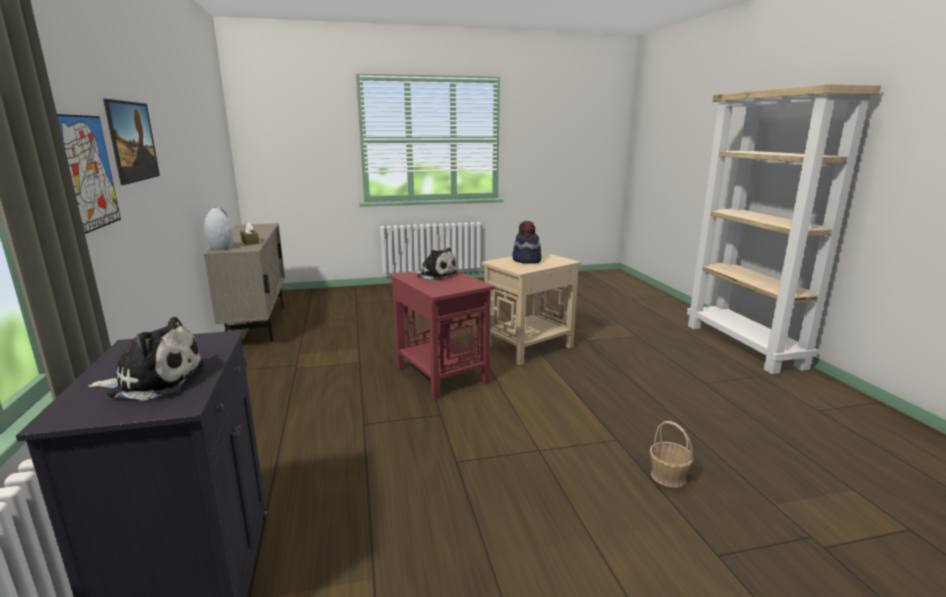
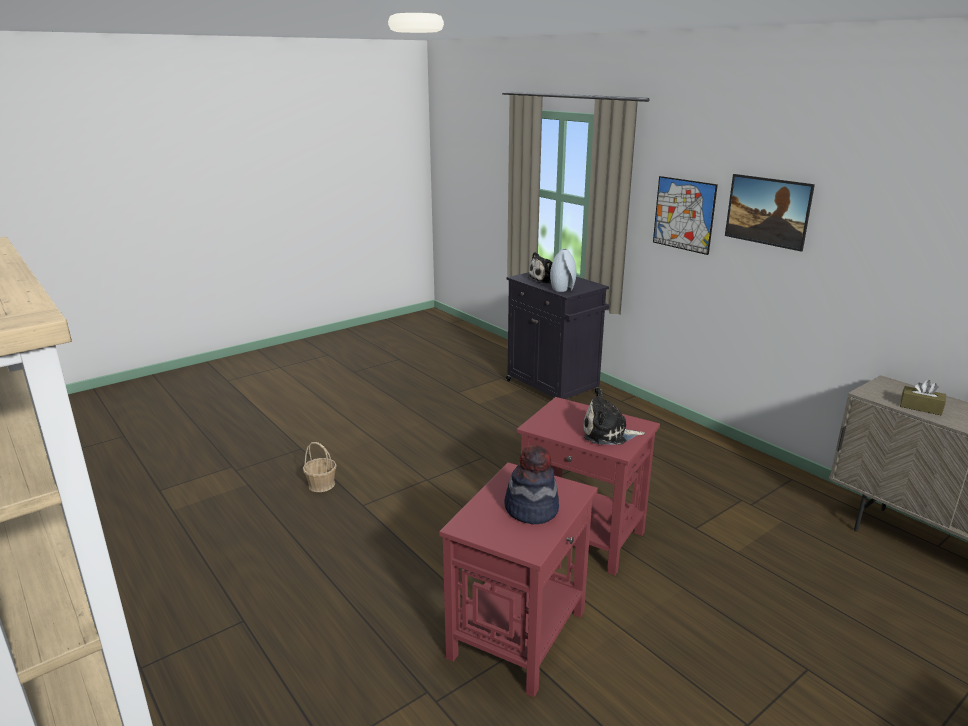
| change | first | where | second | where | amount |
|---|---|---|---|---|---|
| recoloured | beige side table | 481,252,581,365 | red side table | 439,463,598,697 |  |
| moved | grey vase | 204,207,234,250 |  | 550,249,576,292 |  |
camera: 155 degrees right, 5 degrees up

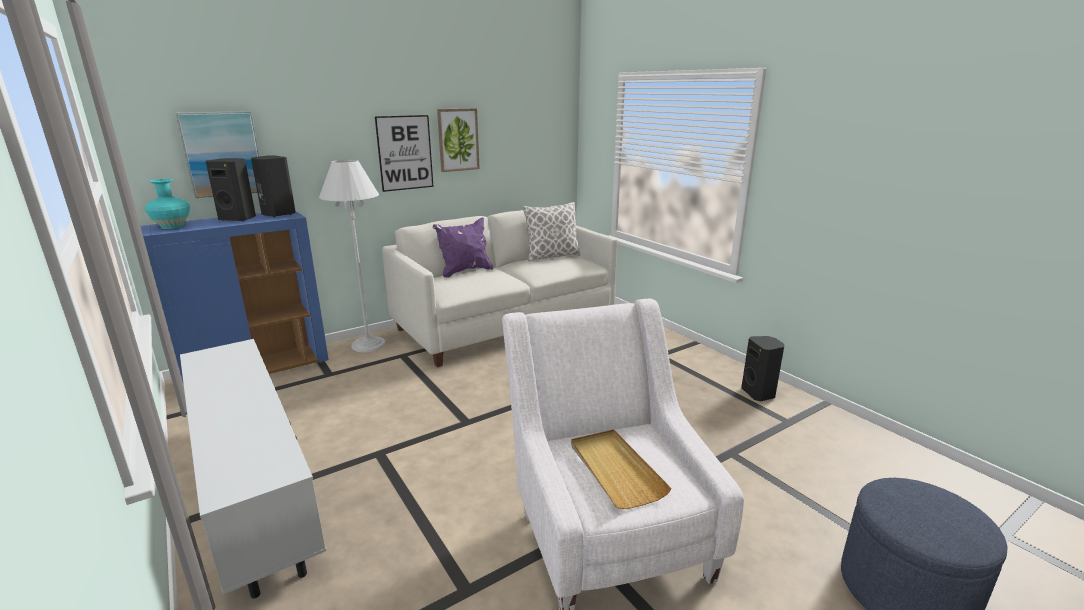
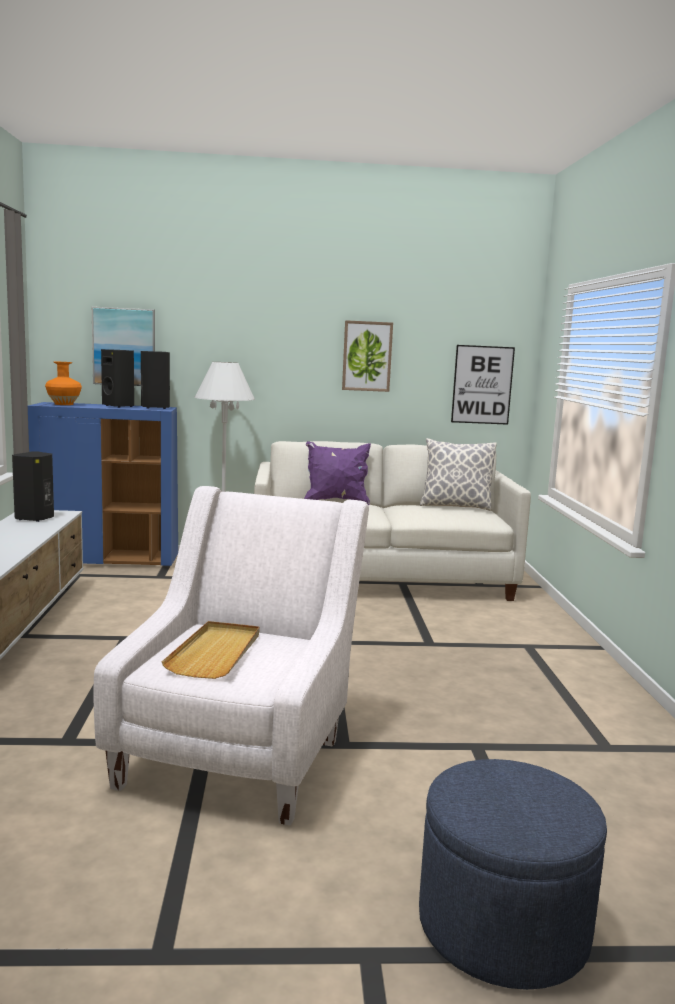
| change | first | where | second | where | amount |
|---|---|---|---|---|---|
| moved | black speaker | 741,336,784,401 |  | 12,452,54,522 |  |
| recoloured | turquoise vase | 145,179,190,229 | orange vase | 45,362,82,405 |  |
| moved | picture | 375,115,434,192 |  | 451,345,515,425 |  |
camera: 30 degrees right, 10 degrees down

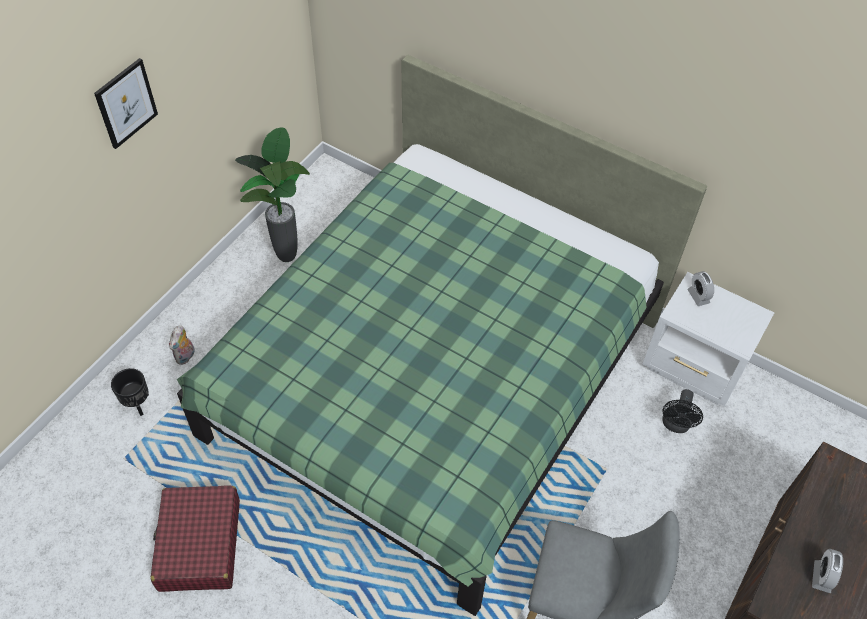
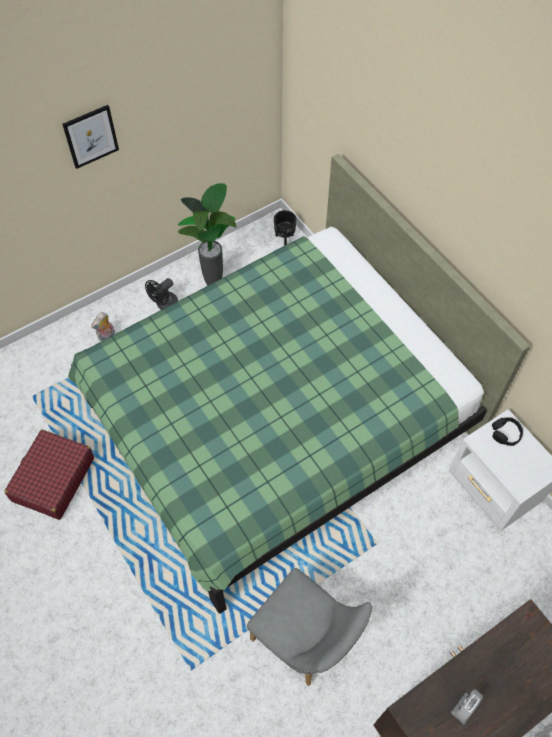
| change | first | where | second | where | amount |
|---|---|---|---|---|---|
| moved | black fan | 662,389,703,433 |  | 145,278,178,310 |  |
| moved | black planter | 111,368,149,416 |  | 274,210,297,246 |  |
| replaced | alarm clock | 687,271,714,306 | black headphones | 492,417,523,446 |  |
camera: 25 degrees right, 5 degrees up

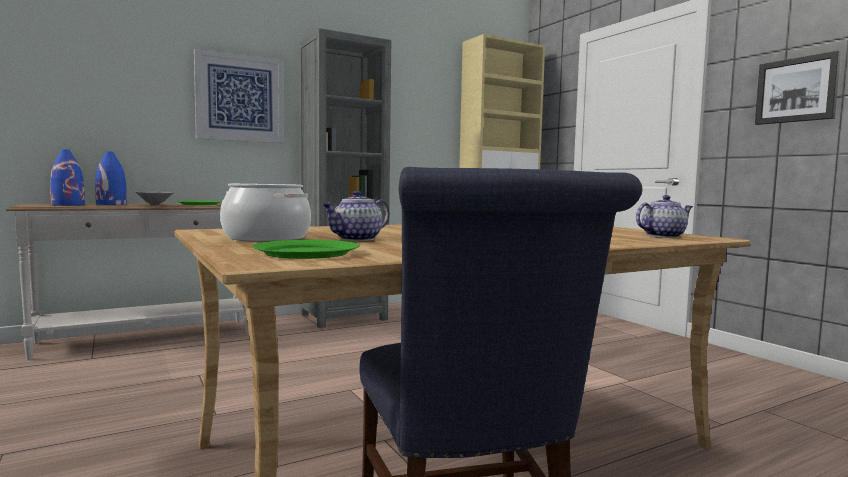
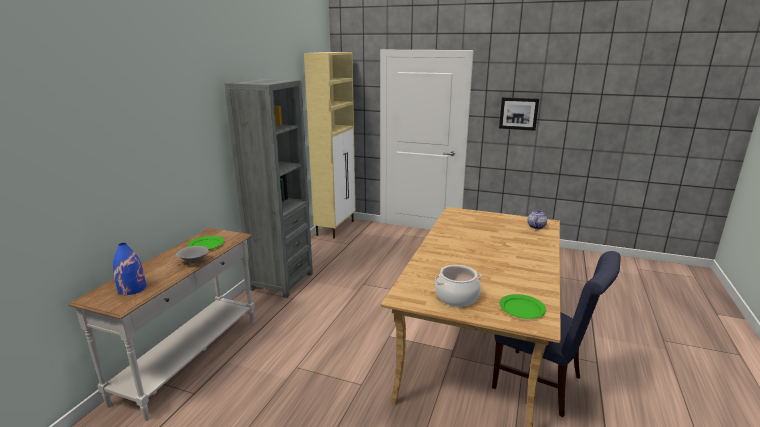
| change | first | where | second | where | amount |
|---|---|---|---|---|---|
| removed | blue vase | 95,151,127,205 |  |  |  |
| removed | picture | 194,48,284,143 |  |  |  |
| removed | teapot | 322,190,389,241 |  |  |  |
camera: 40 degrees left, 15 degrees up

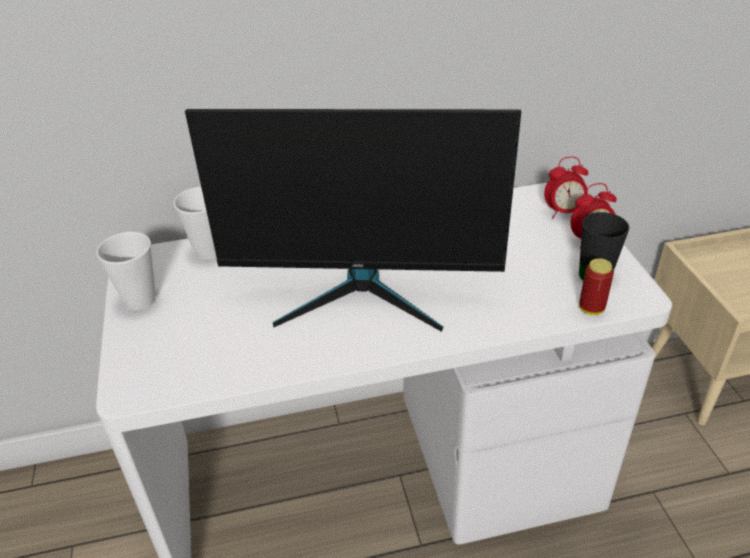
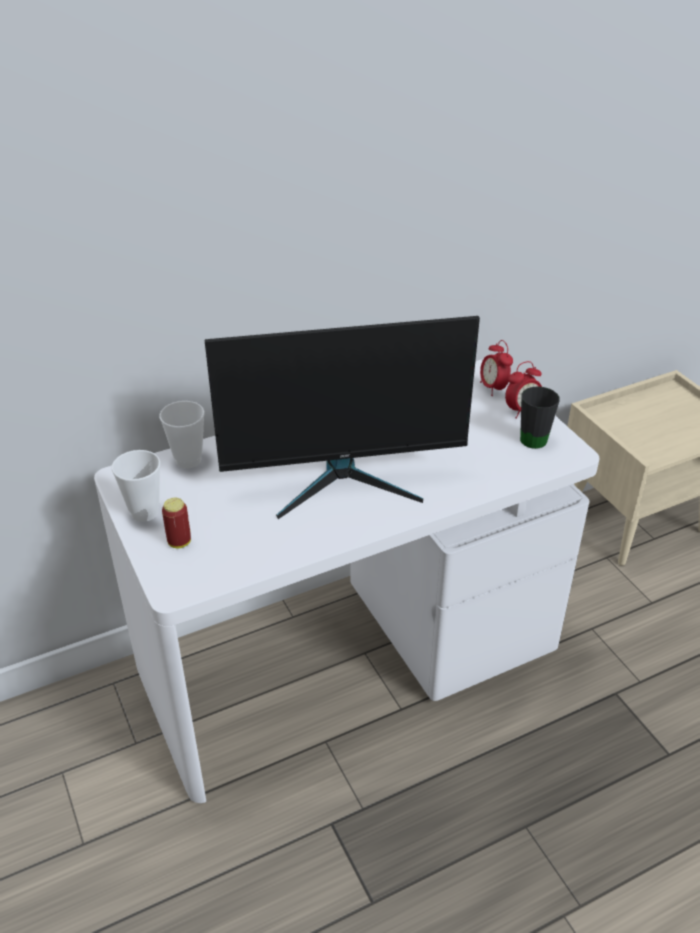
| change | first | where | second | where | amount |
|---|---|---|---|---|---|
| moved | can | 579,258,614,315 |  | 162,498,191,548 |  |
| turned | alarm clock | 544,157,588,218 |  | 480,340,513,396 | 90 degrees clockwise |
camera: 15 degrees left, 0 degrees up

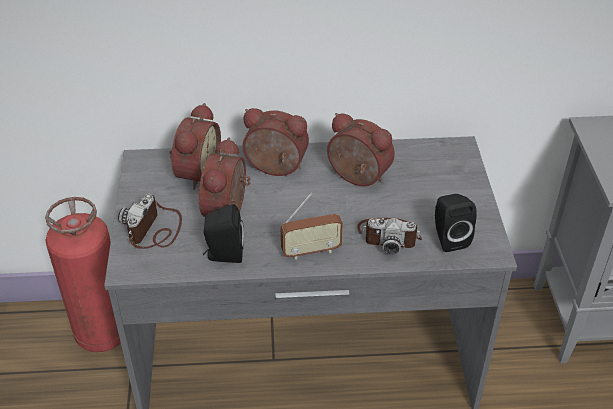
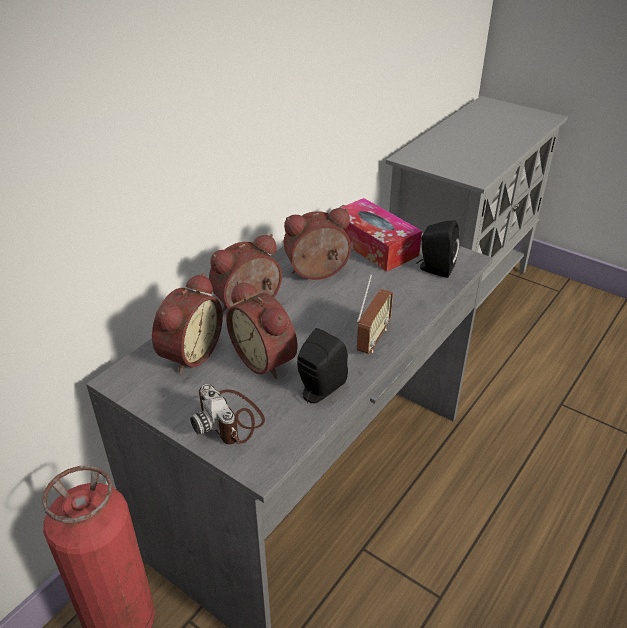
| change | first | where | second | where | amount |
|---|---|---|---|---|---|
| turned | alarm clock | 169,103,221,190 |  | 152,273,223,374 | 60 degrees clockwise |
| added |  |  | tissue box | 340,198,422,272 |  |
| removed | photo camera | 357,218,422,254 |  |  |  |
camera: 50 degrees left, 5 degrees down

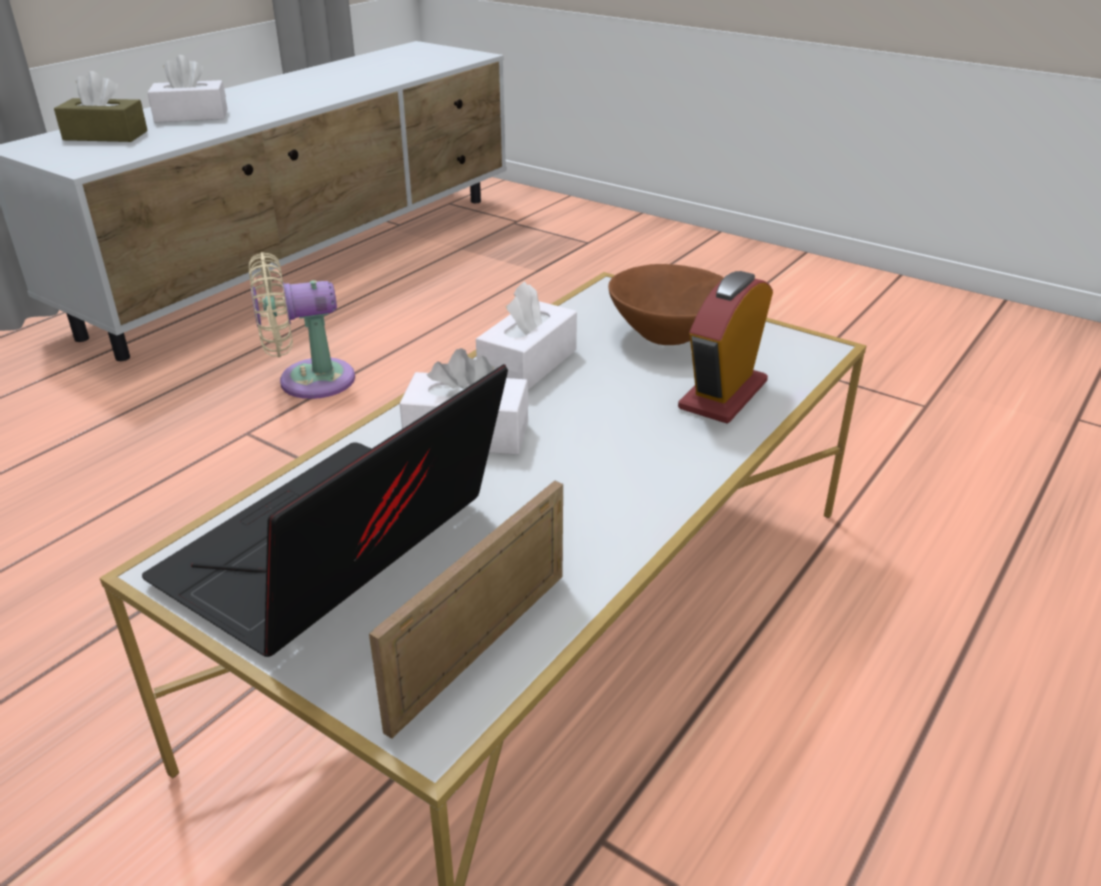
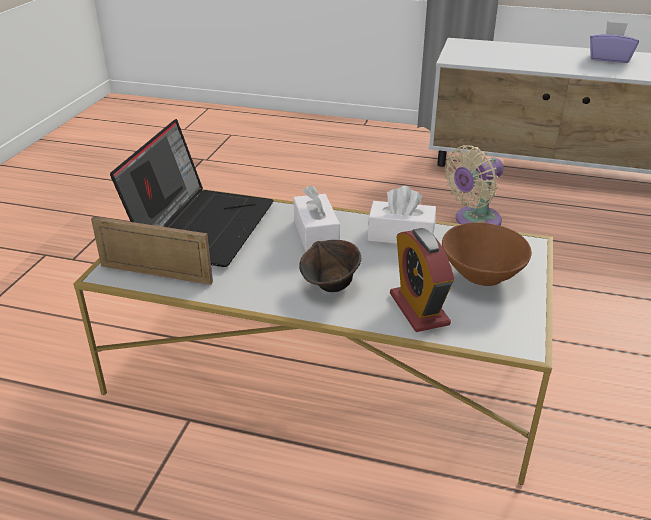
| change | first | where | second | where | amount |
|---|---|---|---|---|---|
| turned | laptop | 142,364,508,657 |  | 110,119,274,267 | 90 degrees clockwise |
| added |  |  | brown bowl | 299,240,361,292 |  |
| turned | alarm clock | 678,271,773,423 |  | 390,228,454,332 | 120 degrees counterclockwise |
| turned | beige fan | 249,252,355,399 |  | 445,145,504,226 | 90 degrees counterclockwise |
| added |  |  | purple tissue box | 590,21,639,63 |  |
| removed | brown tissue box | 54,71,148,142 |  |  |  |
| removed | white tissue box | 147,55,228,123 |  |  |  |
camera: 70 degrees right, 0 degrees up

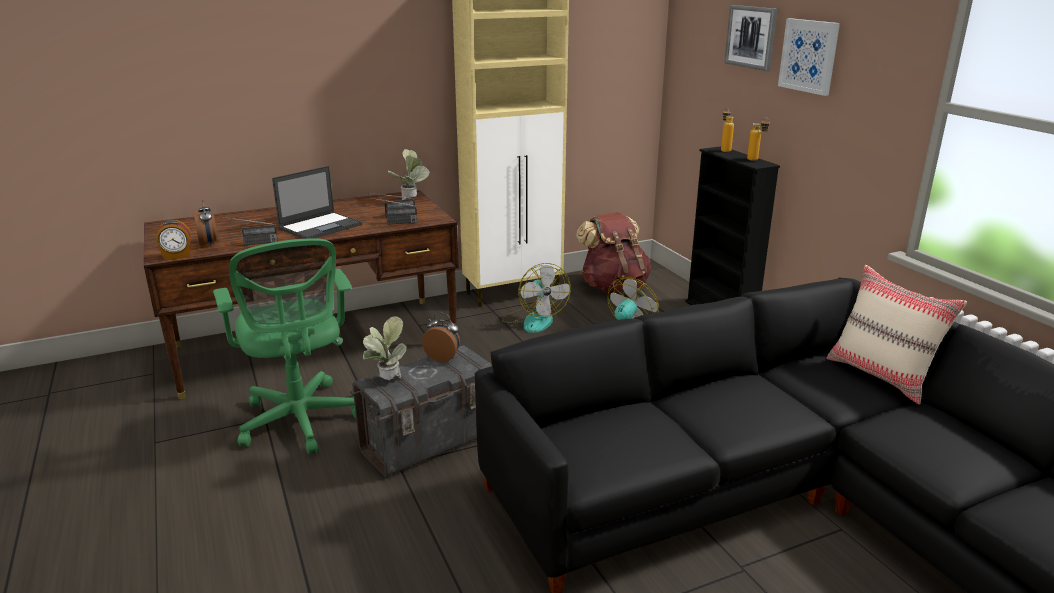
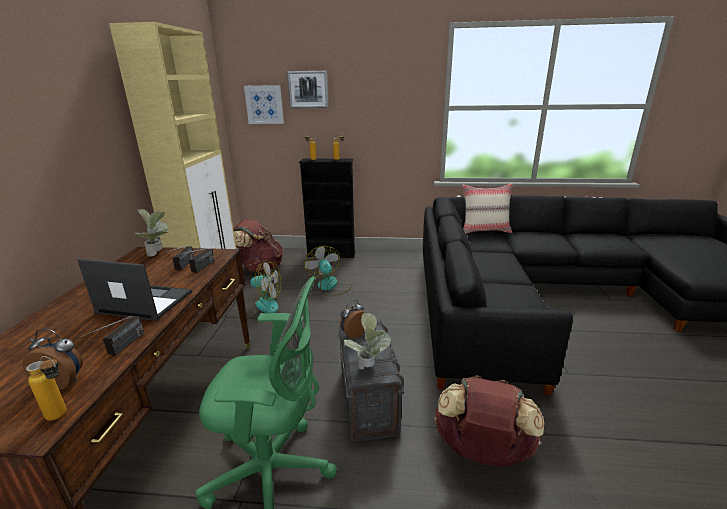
| change | first | where | second | where | amount |
|---|---|---|---|---|---|
| replaced | alarm clock | 156,220,191,260 | bottle | 26,356,67,421 |  |
| turned | laptop | 272,166,362,239 |  | 77,259,192,321 | 60 degrees counterclockwise |
| moved | picture | 778,18,840,96 |  | 244,85,284,124 |  |
| added |  |  | brown backpack | 434,375,544,467 |  |
camera: 60 degrees left, 0 degrees up

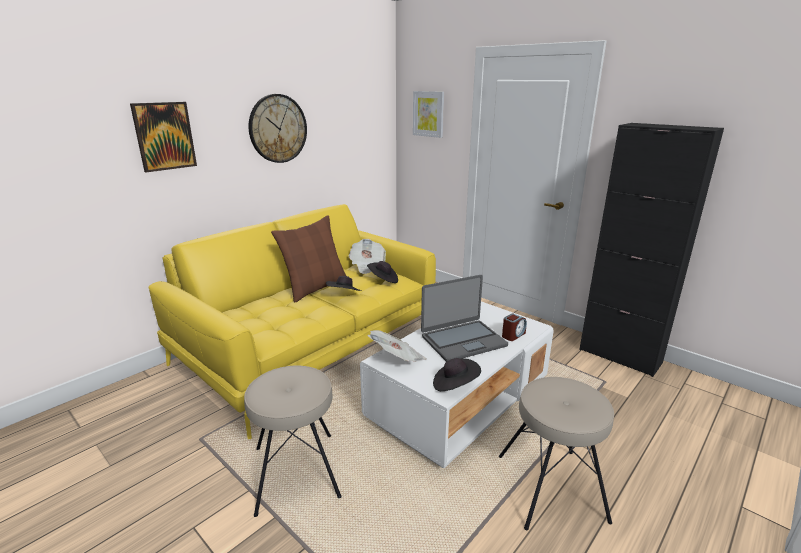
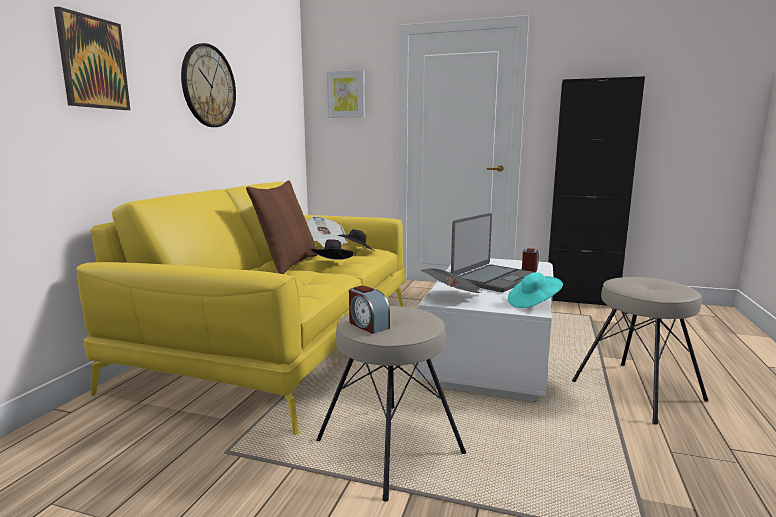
| change | first | where | second | where | amount |
|---|---|---|---|---|---|
| added |  |  | alarm clock | 349,285,390,334 |  |
| recoloured | black hat | 433,358,481,391 | turquoise hat | 508,273,563,308 |  |
camera: 25 degrees left, 10 degrees down

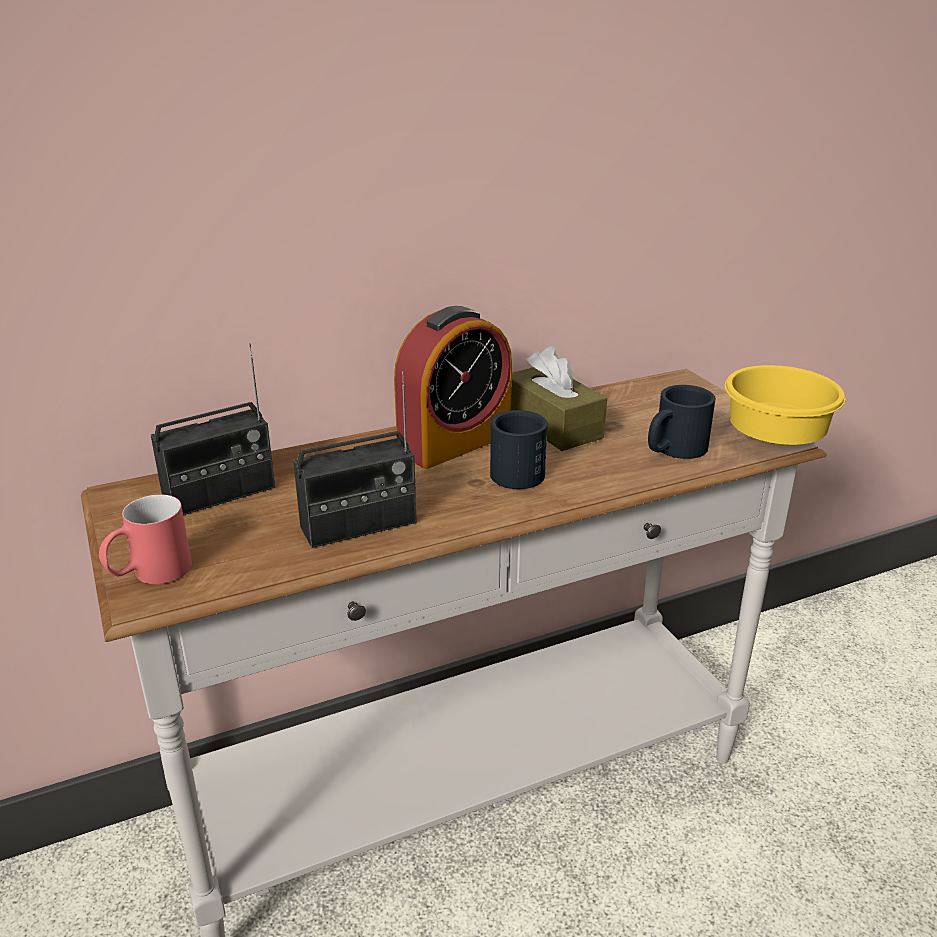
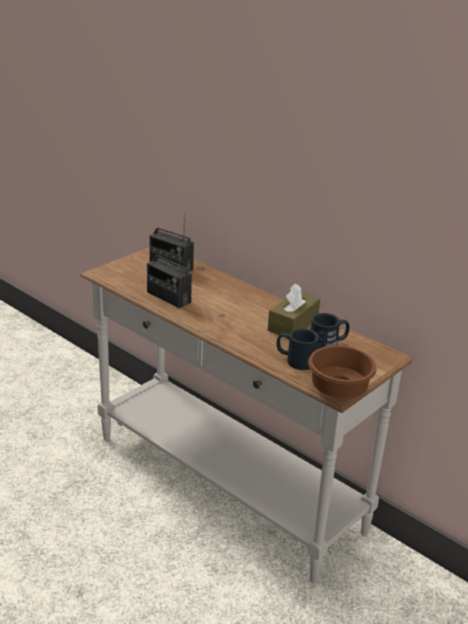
| change | first | where | second | where | amount |
|---|---|---|---|---|---|
| recoloured | yellow bowl | 725,365,845,445 | brown bowl | 308,345,376,398 |  |
| moved | black mug | 490,410,548,489 |  | 311,313,350,349 |  |
| removed | red mug | 99,494,192,584 |  |  |  |
| removed | alarm clock | 394,306,512,469 |  |  |  |
camera: 65 degrees right, 0 degrees up

